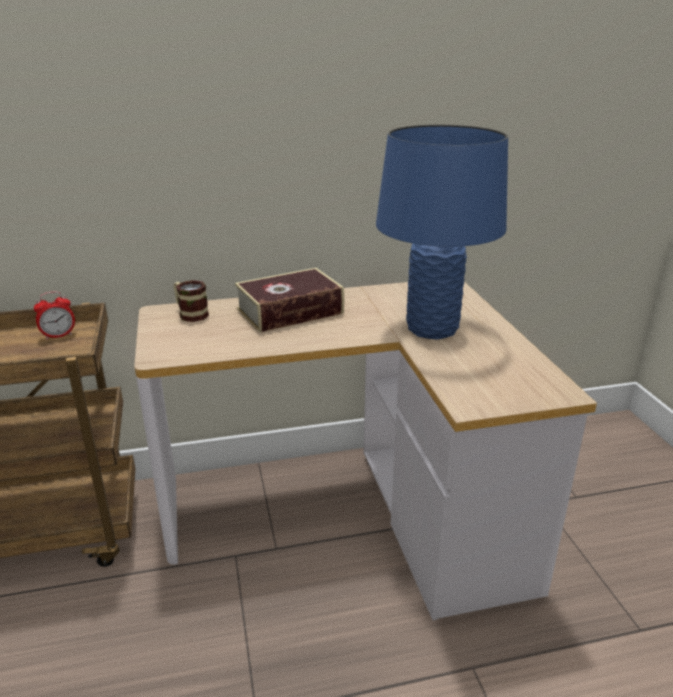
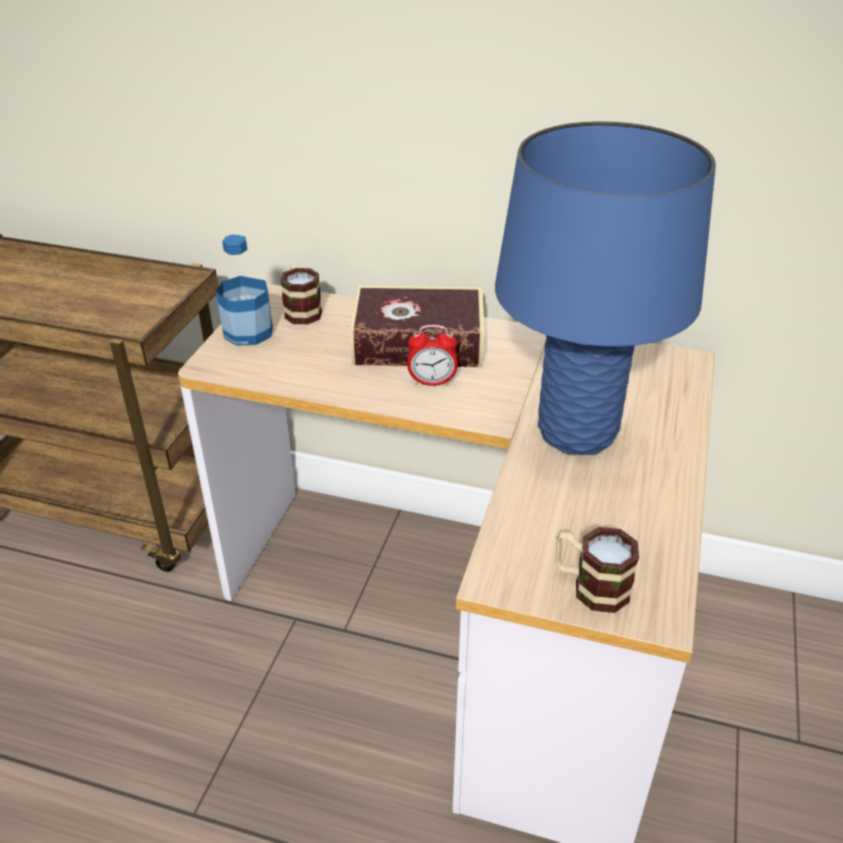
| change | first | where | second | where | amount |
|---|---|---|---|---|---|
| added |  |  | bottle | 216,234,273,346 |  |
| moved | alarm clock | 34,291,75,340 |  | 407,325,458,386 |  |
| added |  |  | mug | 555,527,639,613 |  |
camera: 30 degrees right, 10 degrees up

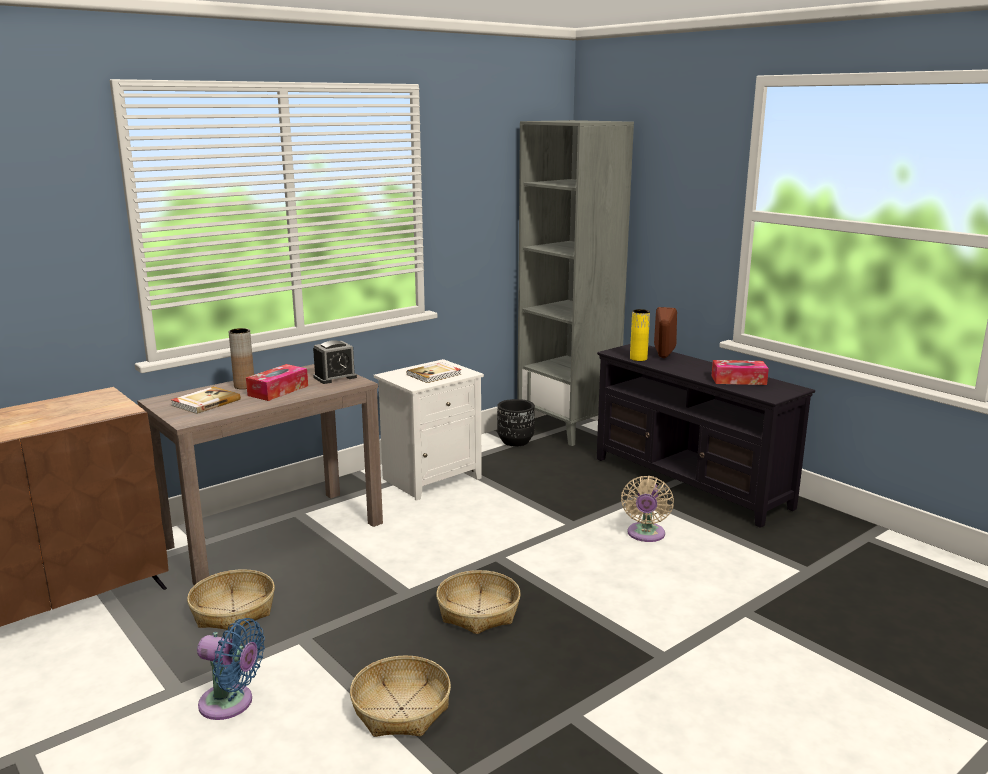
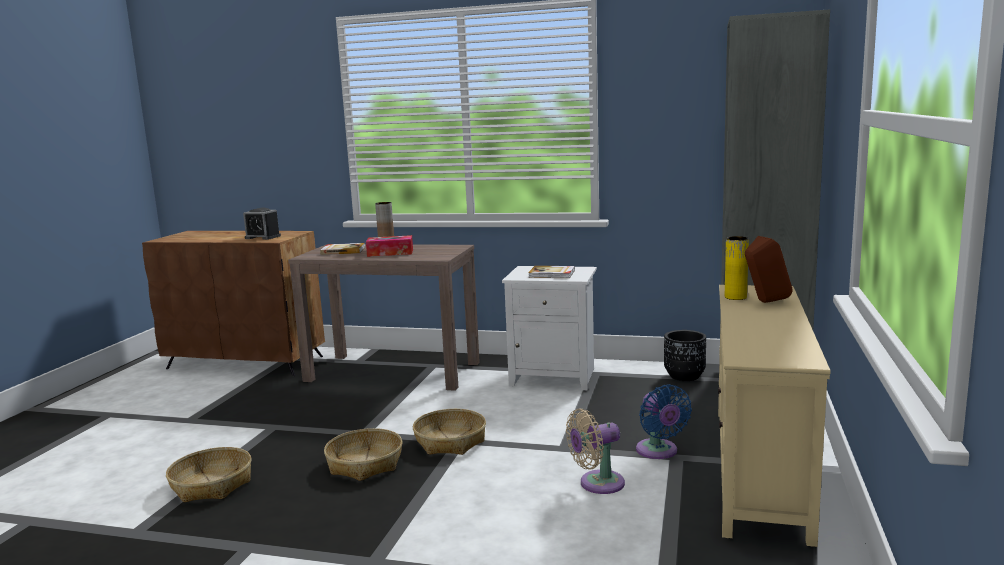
| change | first | where | second | where | amount |
|---|---|---|---|---|---|
| moved | alarm clock | 313,340,357,384 |  | 243,208,281,240 |  |
| moved | basket | 187,569,275,631 |  | 413,409,486,455 |  |
| moved | blue fan | 197,618,265,720 |  | 636,384,692,459 |  |
| recoloured | black tv stand | 597,344,815,528 | beige tv stand | 718,285,831,547 |  |
| removed | tissue box | 712,360,769,385 |  |  |  |
camera: 55 degrees right, 5 degrees down

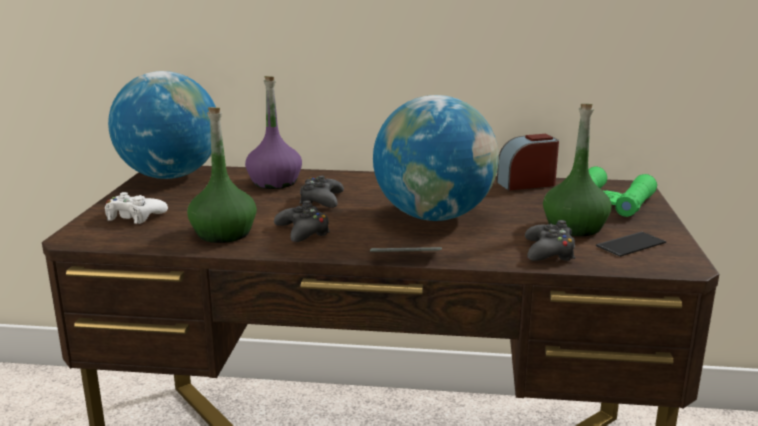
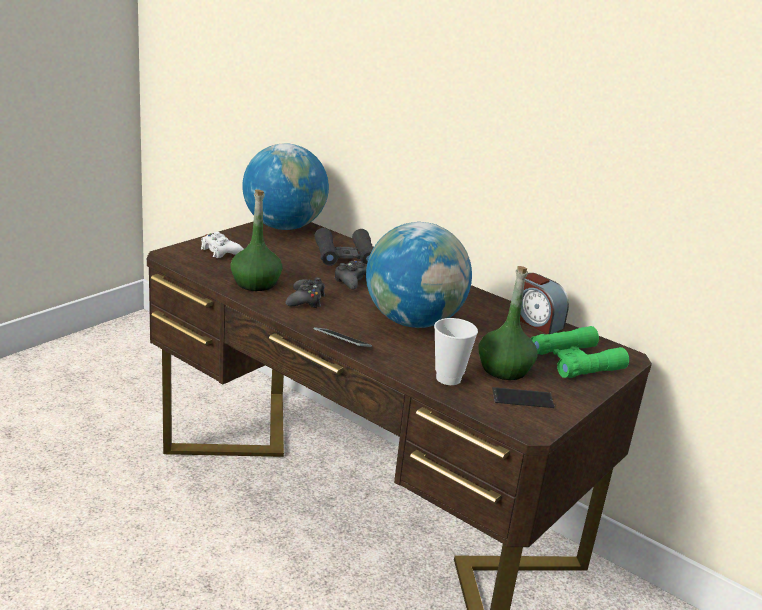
| change | first | where | second | where | amount |
|---|---|---|---|---|---|
| replaced | purple bottle | 245,76,302,189 | black binoculars | 314,228,373,266 |  |
| replaced | black game controller | 525,220,575,261 | cup | 434,318,478,385 |  |
| turned | alarm clock | 497,134,559,191 |  | 520,273,569,334 | 150 degrees counterclockwise |
camera: 30 degrees right, 5 degrees up

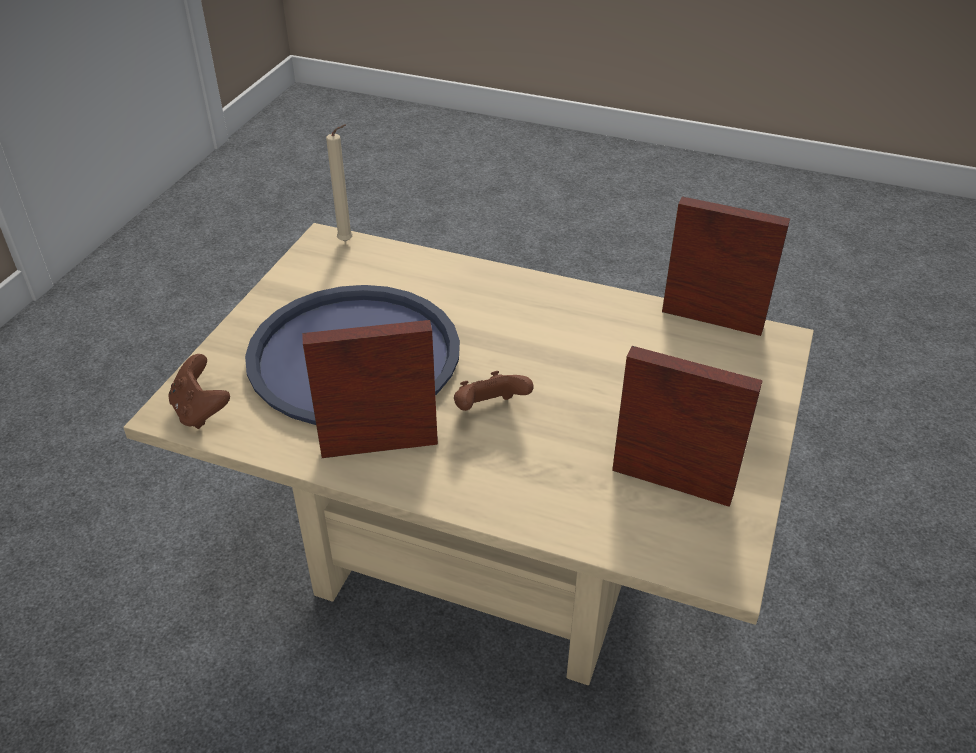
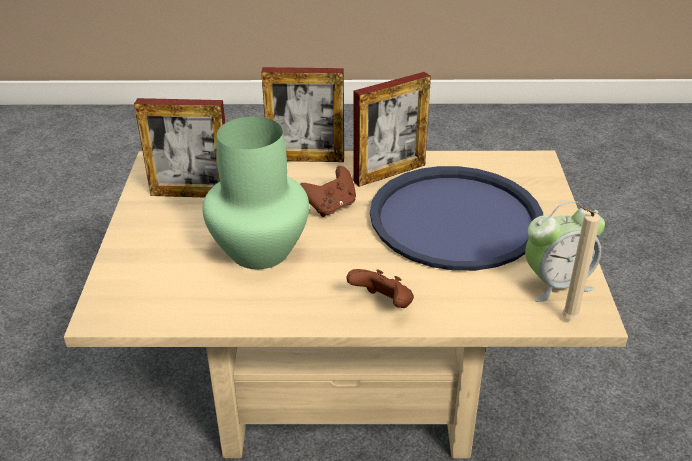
| change | first | where | second | where | amount |
|---|---|---|---|---|---|
| added |  |  | green vase | 202,117,309,269 |  |
| moved | picture frame | 662,196,790,336 |  | 261,67,344,162 |  |
| moved | brown game controller | 169,354,230,429 |  | 346,269,414,308 |  |
| added |  |  | alarm clock | 525,201,605,302 |  |
camera: 160 degrees right, 5 degrees down

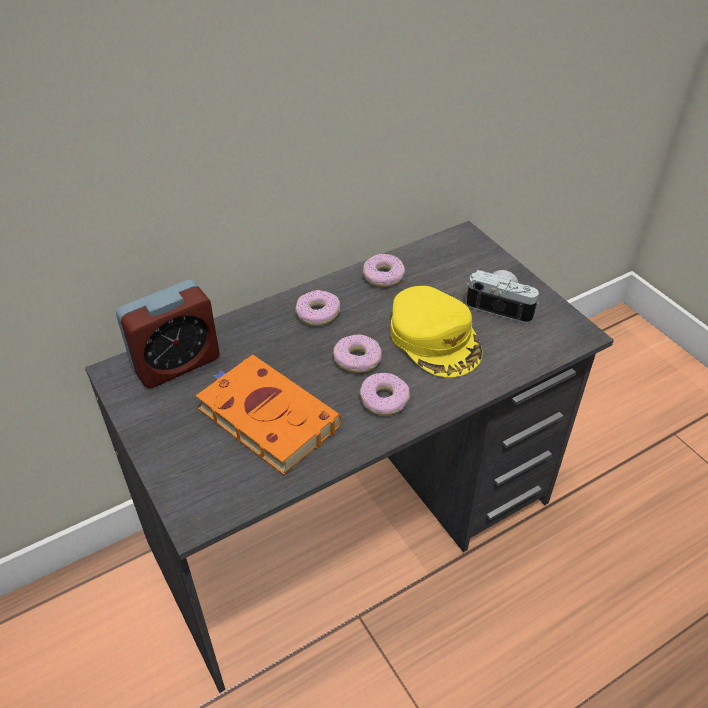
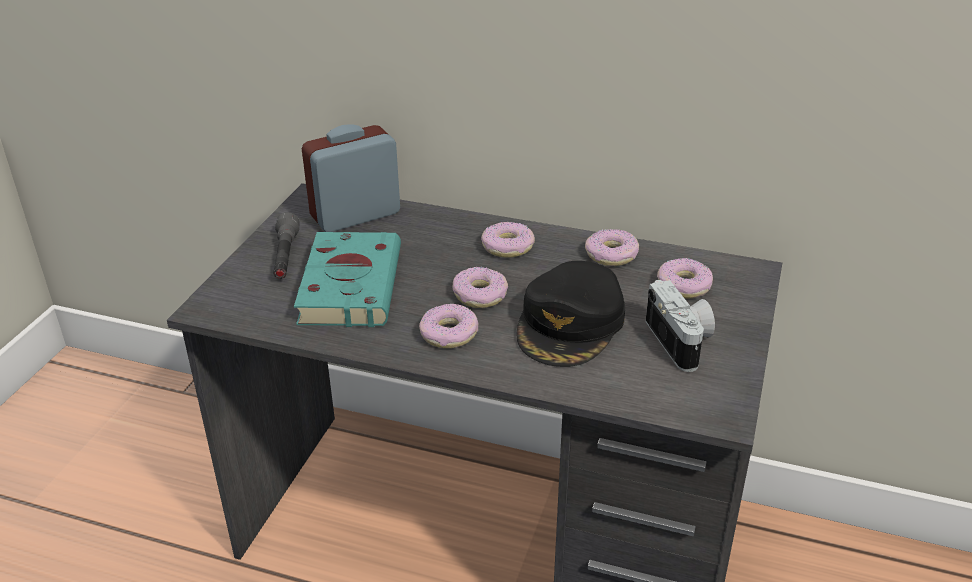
| change | first | where | second | where | amount |
|---|---|---|---|---|---|
| added |  |  | grey flashlight | 273,212,299,279 |  |
| recoloured | orange book | 196,355,342,475 | turquoise book | 294,232,401,327 |  |
| turned | alarm clock | 116,280,220,389 |  | 302,125,400,232 | 135 degrees clockwise |
| recoloured | yellow cap | 391,286,482,377 | black cap | 517,261,625,367 |  |
| added |  |  | donut | 657,258,713,298 |  |
camera: 50 degrees right, 10 degrees down

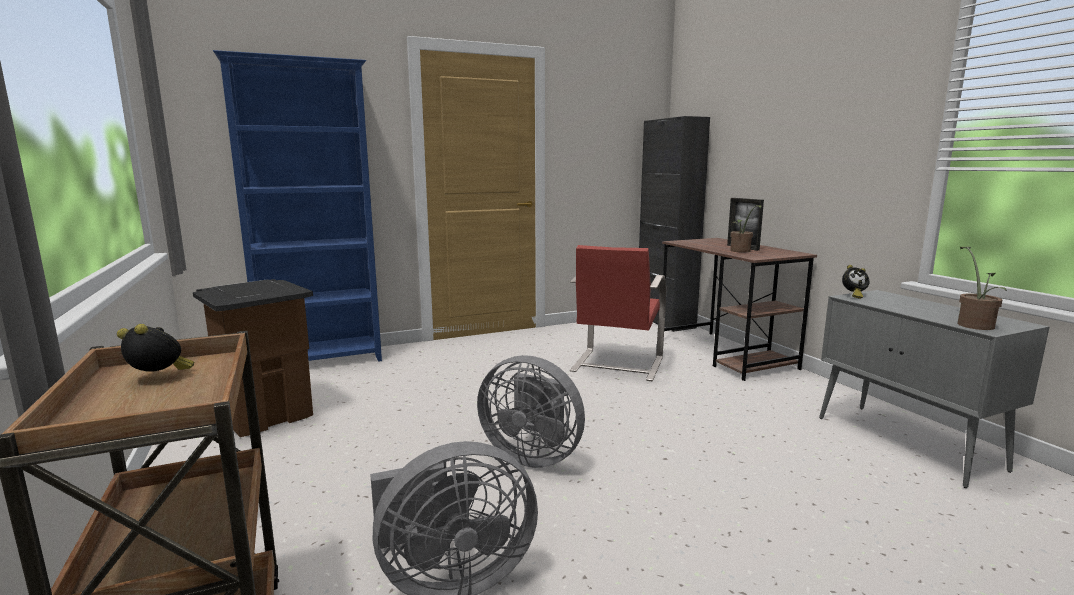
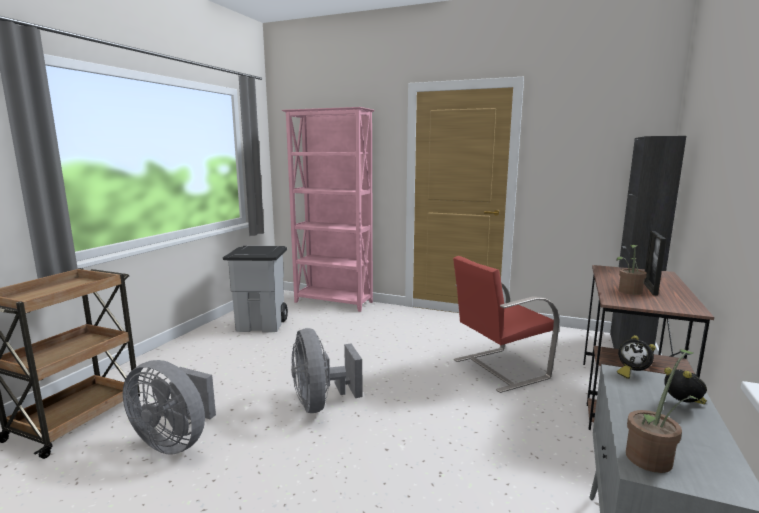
| change | first | where | second | where | amount |
|---|---|---|---|---|---|
| recoloured | brown trash can | 193,279,313,437 | grey trash can | 223,246,288,332 |  |
| recoloured | blue bookcase | 213,50,382,362 | pink bookcase | 282,107,375,312 |  |
| moved | alarm clock | 117,324,194,372 |  | 664,367,707,404 |  |
camera: 45 degrees right, 0 degrees up

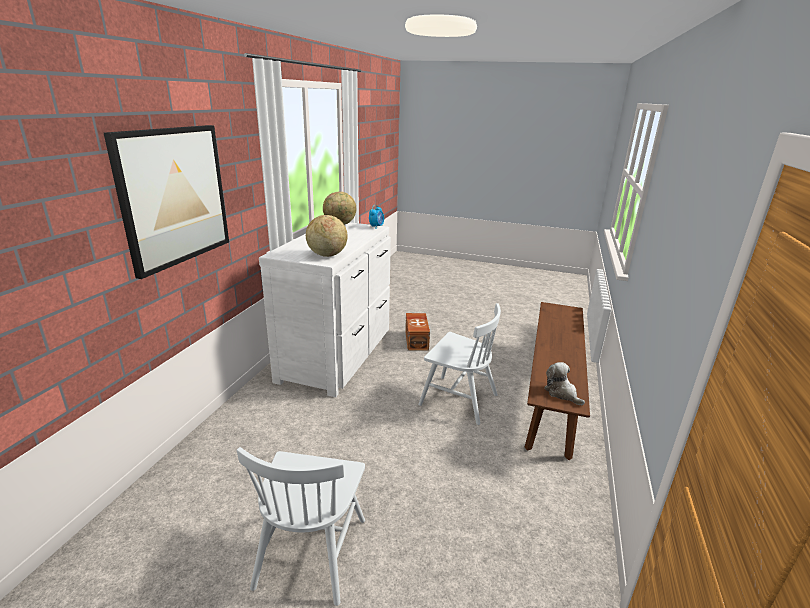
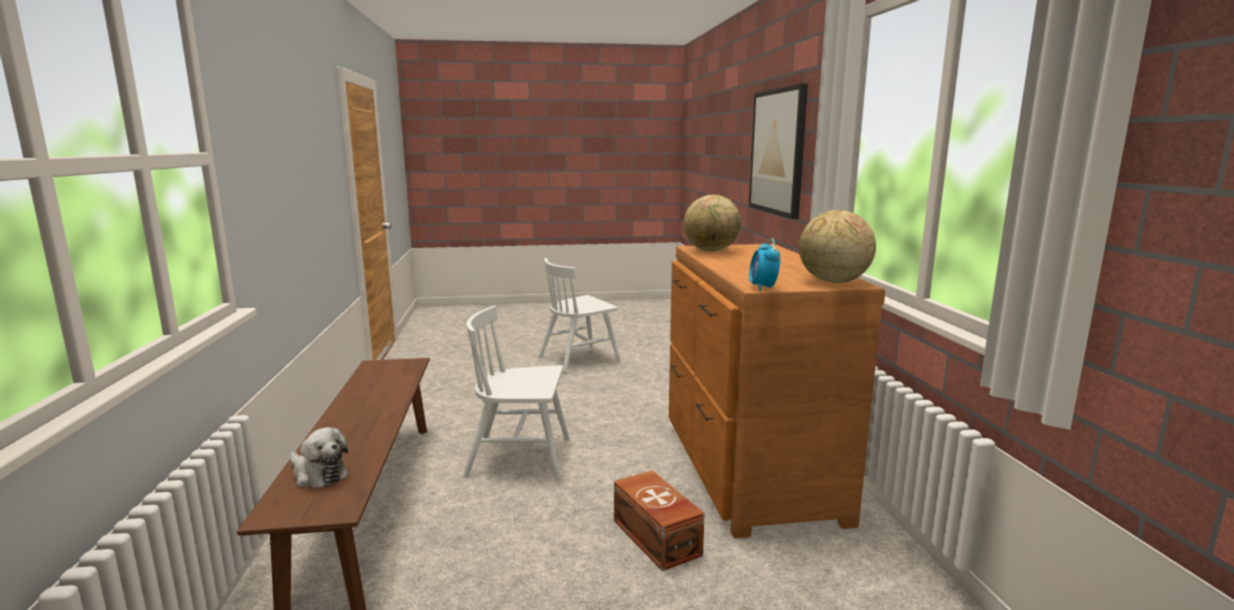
| change | first | where | second | where | amount |
|---|---|---|---|---|---|
| moved | plush toy | 544,362,585,406 |  | 290,427,349,488 |  |
| turned | white chair | 237,447,365,606 |  | 539,258,621,373 | 105 degrees counterclockwise |
| recoloured | white dresser | 259,222,391,397 | brown dresser | 669,244,885,538 |  |
camera: 155 degrees right, 10 degrees down

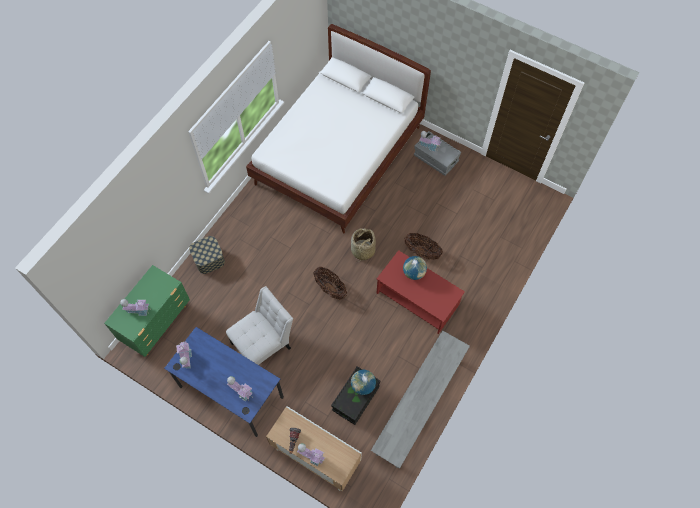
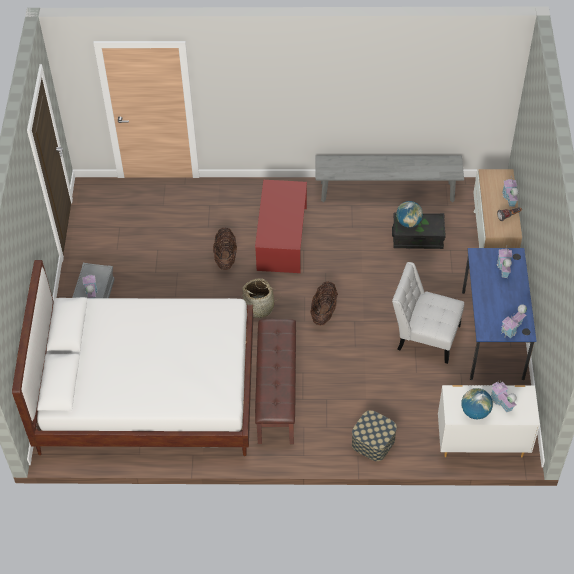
| change | first | where | second | where | amount |
|---|---|---|---|---|---|
| added |  |  | brown bench | 255,319,296,444 |  |
| recoloured | green dresser | 104,265,190,357 | white dresser | 438,385,540,457 |  |
| moved | globe | 403,256,427,280 |  | 461,388,493,419 |  |
camera: 120 degrees left, 10 degrees down

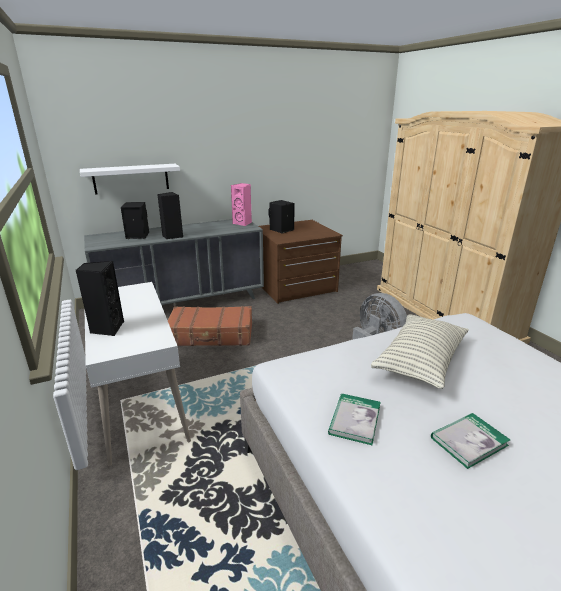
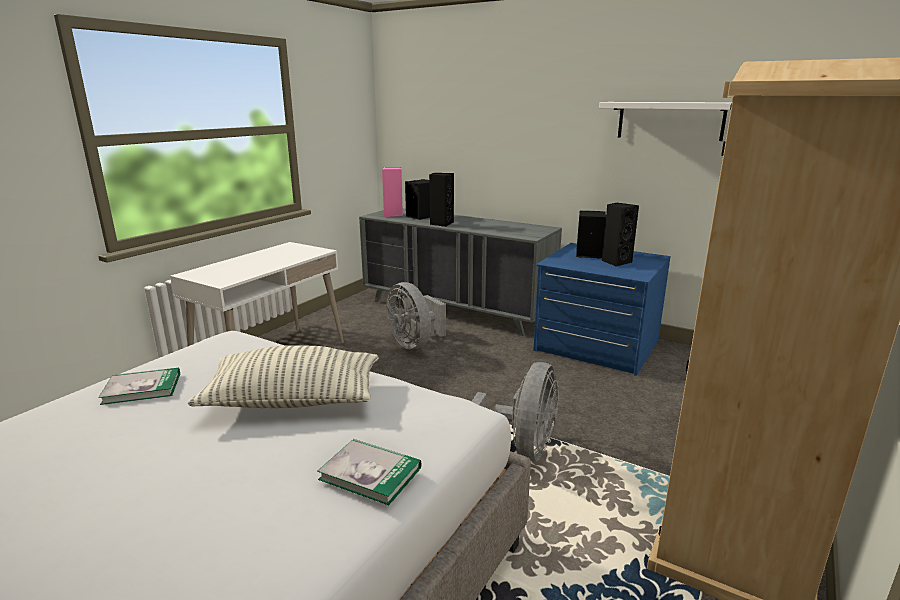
| change | first | where | second | where | amount |
|---|---|---|---|---|---|
| moved | book | 431,413,510,469 |  | 317,439,422,505 |  |
| moved | pink speaker | 231,183,252,226 |  | 382,167,403,217 |  |
| replaced | brown suitcase | 168,306,252,346 | grey fan | 386,282,446,350 |  |
| recoloured | brown dresser | 259,220,343,304 | blue dresser | 533,243,671,376 |  |
| moved | white shelf | 80,164,180,195 |  | 599,102,731,141 |  |
| moved | black speaker | 76,261,124,336 |  | 602,203,639,267 |  |
camera: 55 degrees right, 5 degrees down

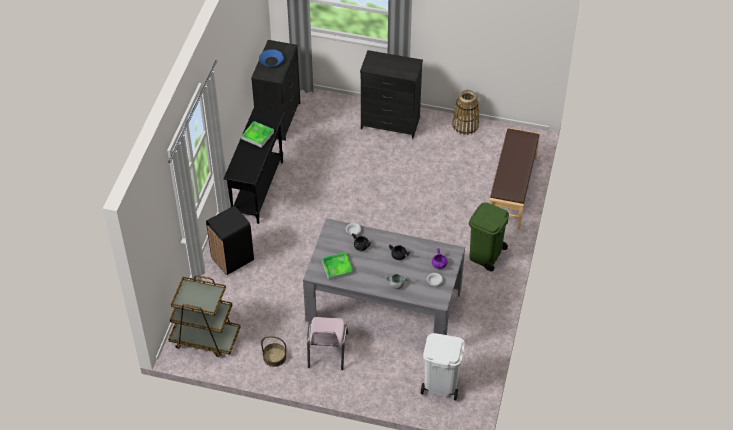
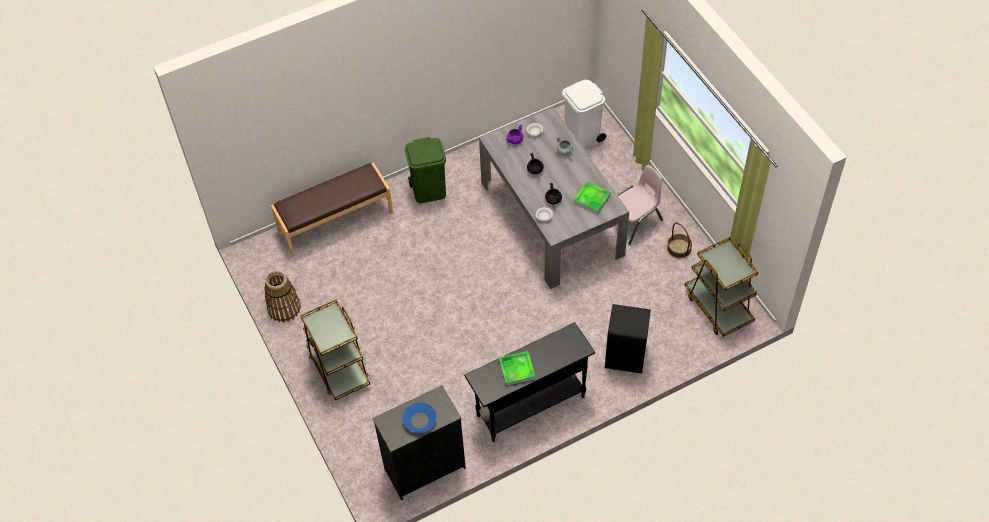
| change | first | where | second | where | amount |
|---|---|---|---|---|---|
| replaced | black dresser | 360,50,423,139 | brown cart | 300,299,370,400 |  |
camera: 130 degrees left, 5 degrees up

